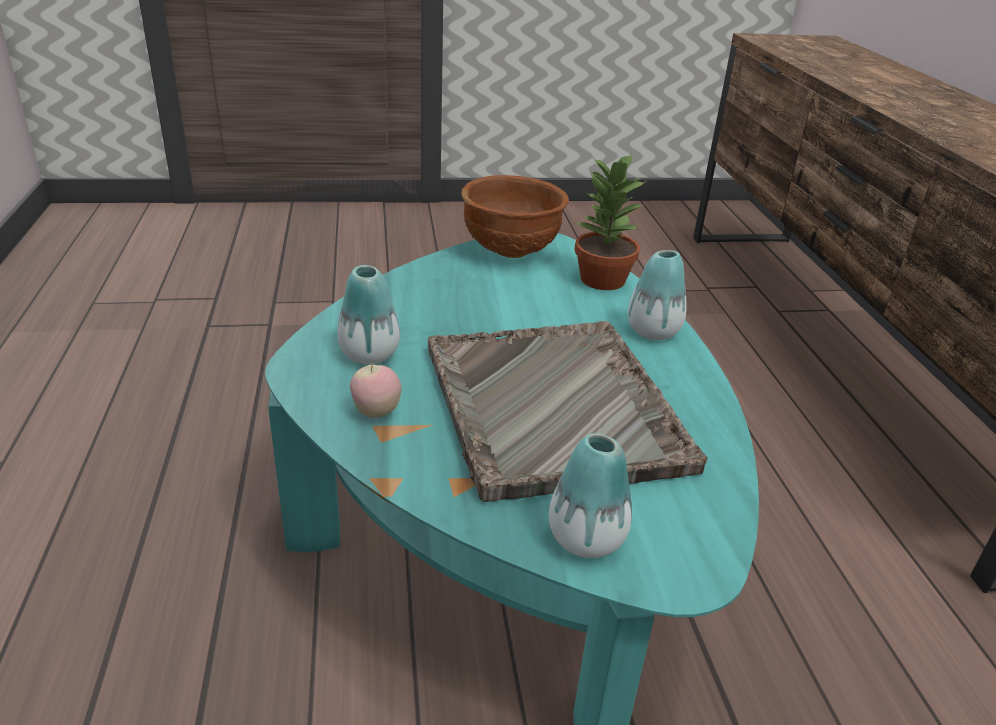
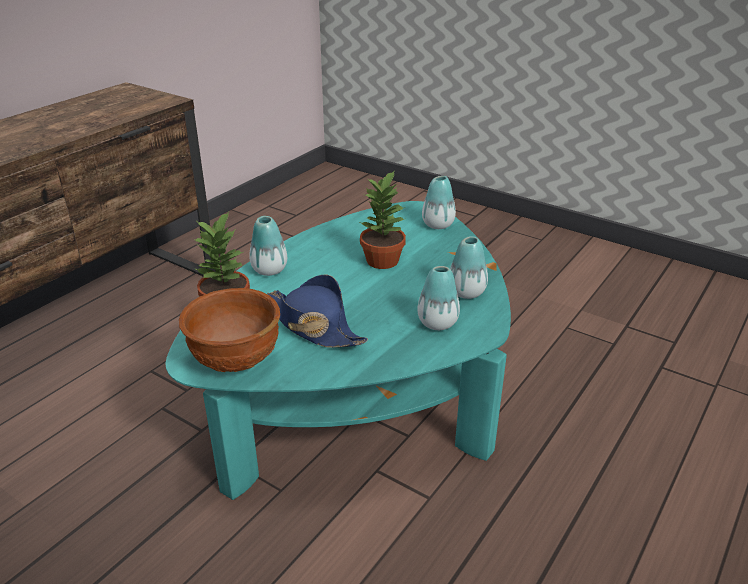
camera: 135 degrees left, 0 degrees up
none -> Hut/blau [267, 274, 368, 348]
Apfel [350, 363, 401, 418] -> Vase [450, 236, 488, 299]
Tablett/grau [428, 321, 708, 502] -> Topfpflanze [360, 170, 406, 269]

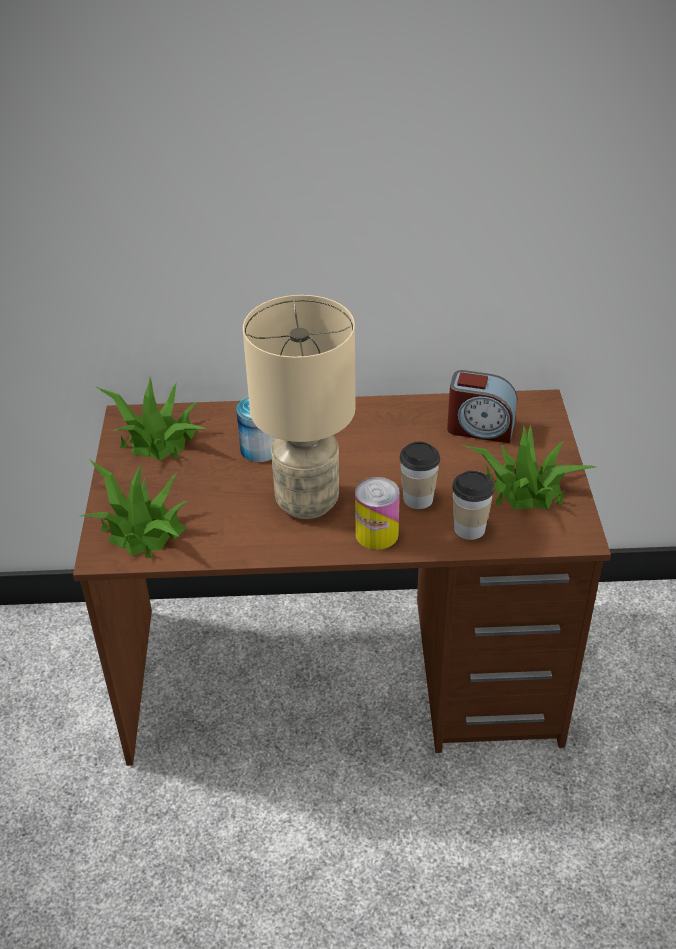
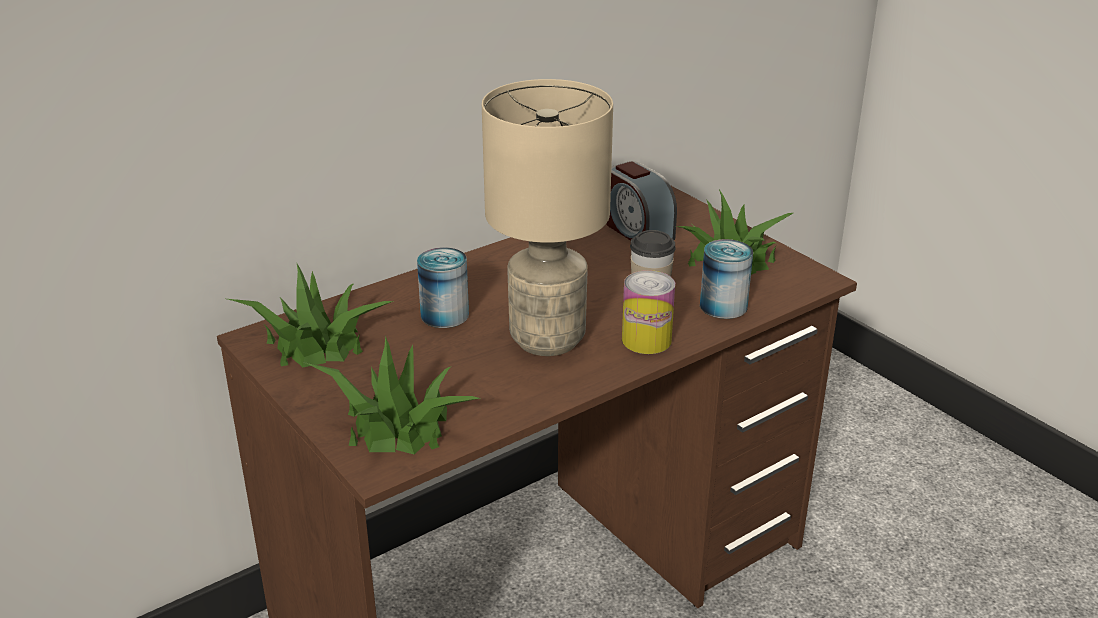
camera: 35 degrees left, 10 degrees down
Tasse [452, 471, 494, 540] -> Dose [700, 239, 753, 319]
Wecker [447, 370, 517, 443] -> Wecker [606, 161, 677, 241], 75 degrees clockwise

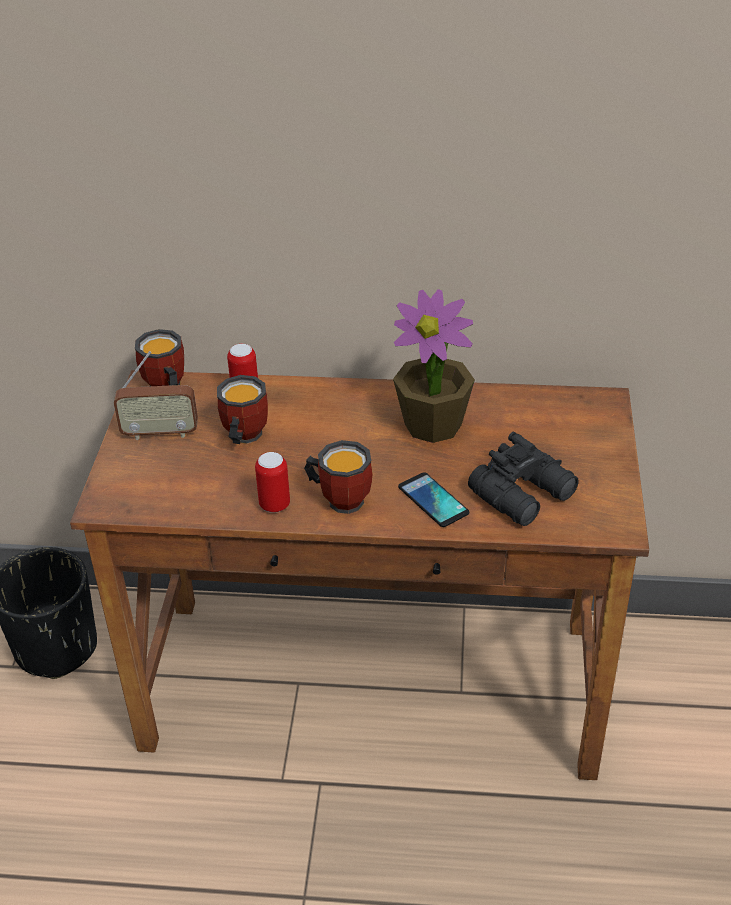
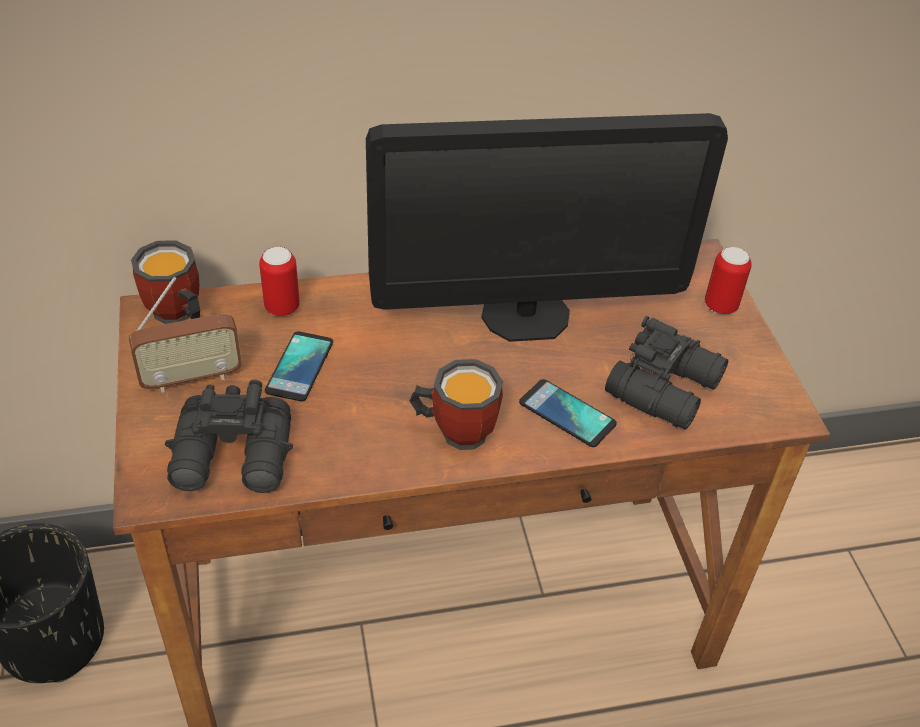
camera: 20 degrees left, 5 degrees up
none -> Fernglas/schwarz [165, 379, 293, 493]
Dose [255, 452, 290, 513] -> Dose [705, 247, 751, 315], moved
Henkelbecher [217, 375, 268, 444] -> Handy [265, 331, 333, 401]
Topfpflanze [393, 289, 475, 443] -> Monitor [366, 113, 728, 342]

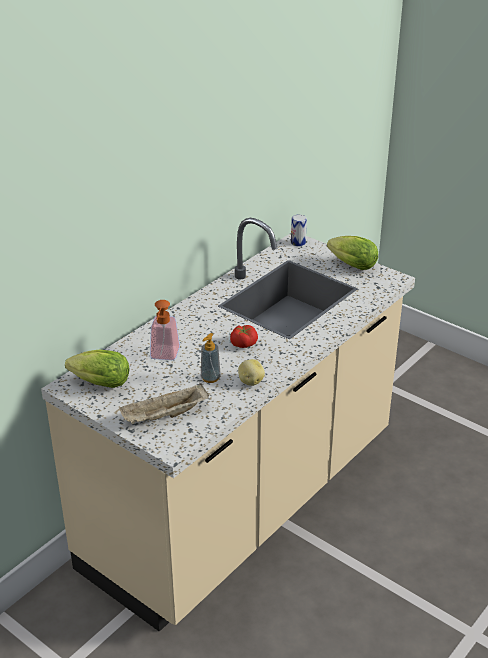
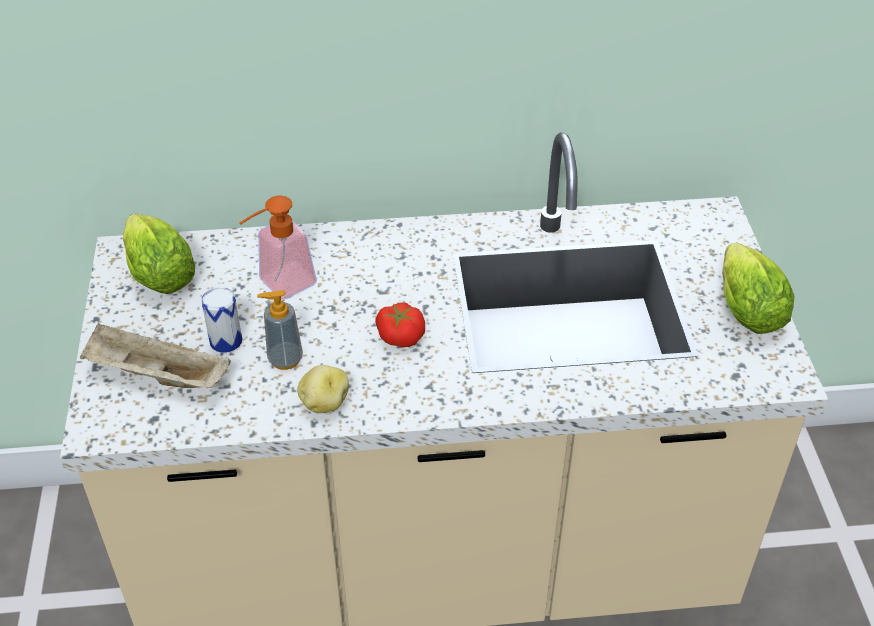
camera: 45 degrees right, 10 degrees up
Dose [291, 215, 307, 246] -> Dose [201, 287, 242, 353], moved

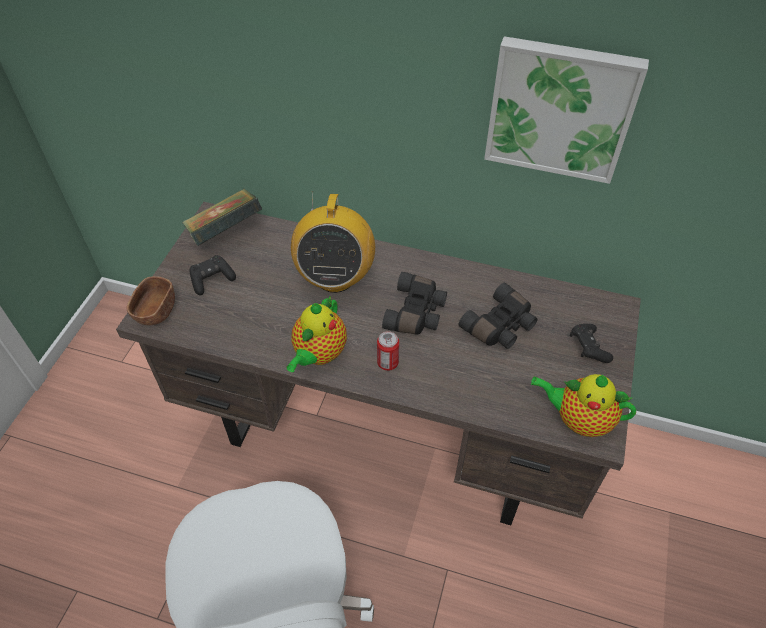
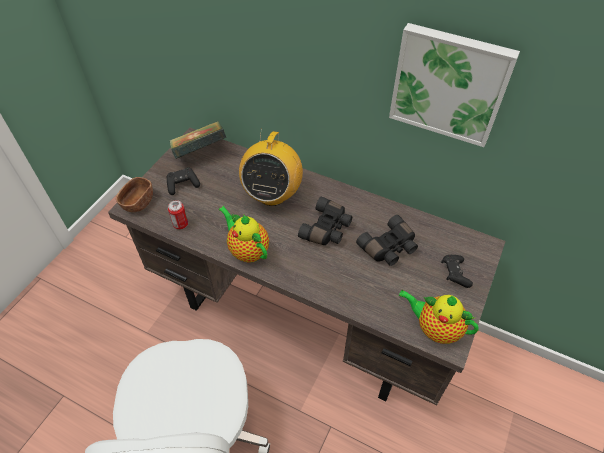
camera: 10 degrees right, 0 degrees up
Dose [377, 331, 399, 371] -> Dose [168, 200, 188, 229], moved
Teekanne [286, 296, 347, 372] -> Teekanne [218, 206, 269, 263], 105 degrees clockwise

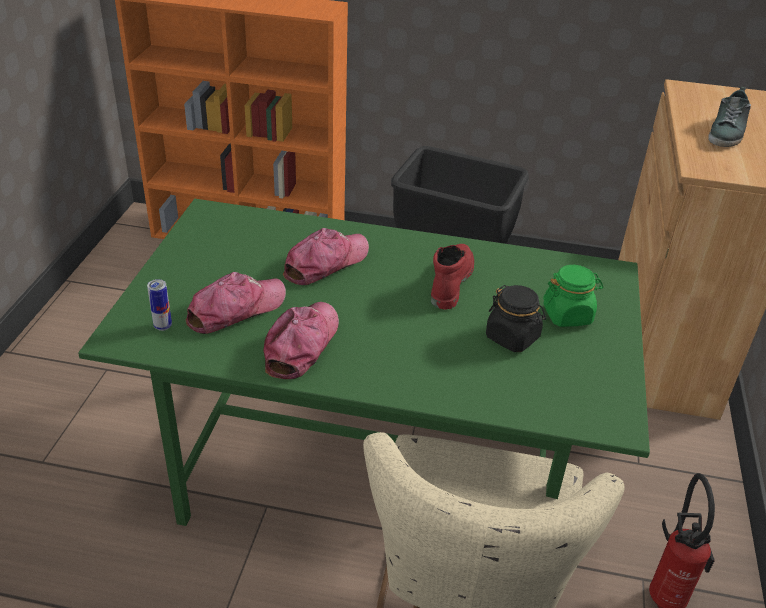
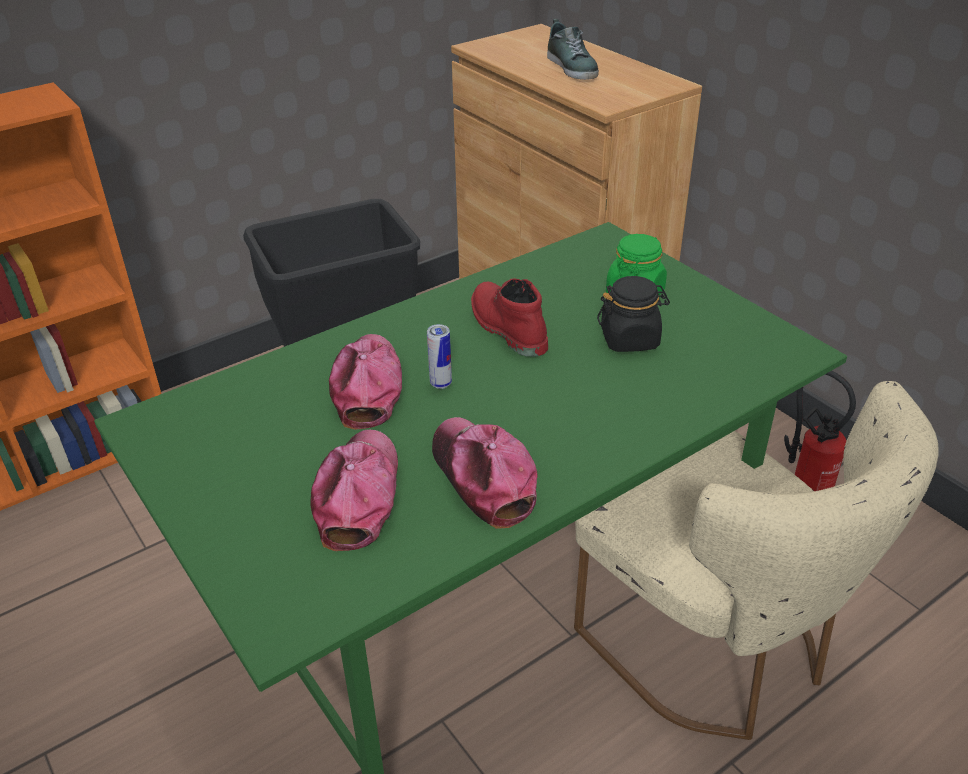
camera: 45 degrees left, 0 degrees up
Dose [147, 279, 172, 331] -> Dose [427, 324, 452, 389], moved

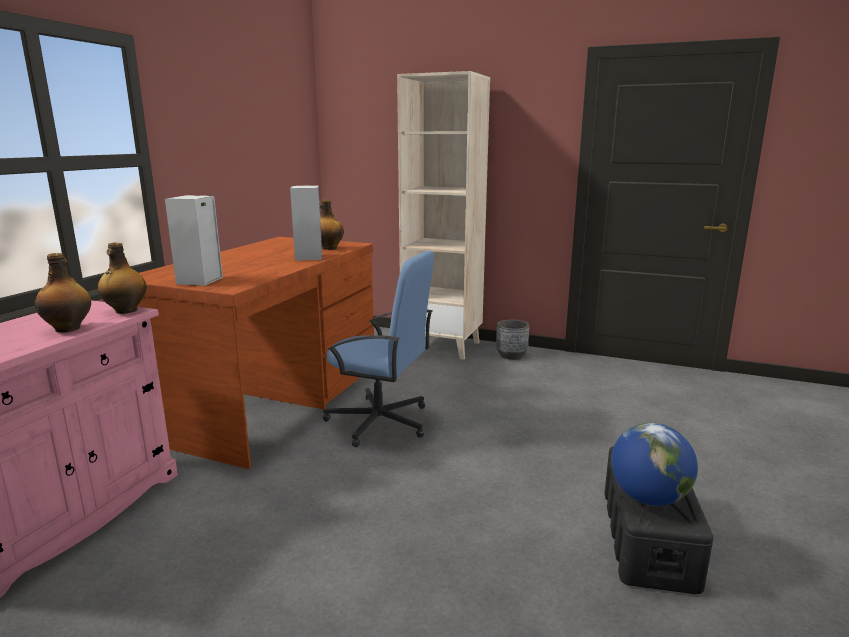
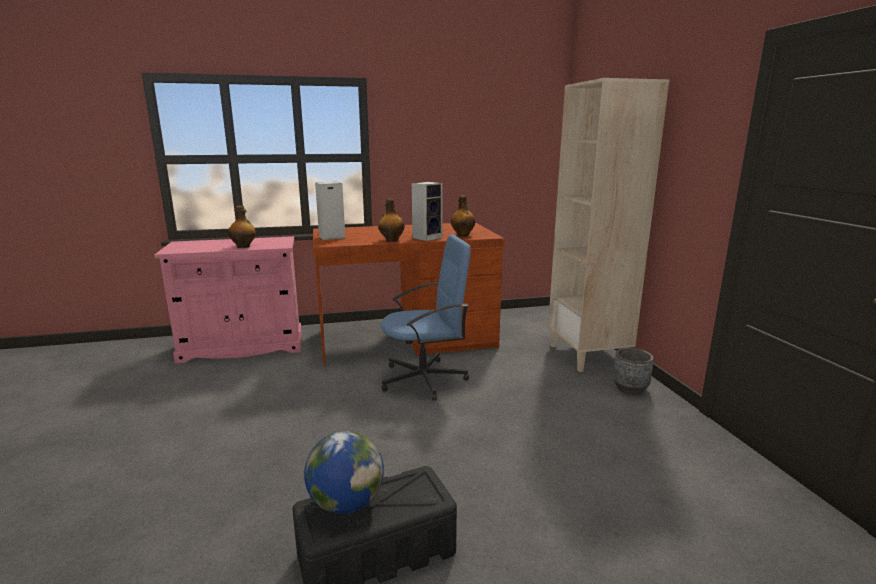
camera: 55 degrees right, 0 degrees up
Flasche [98, 243, 147, 314] -> Flasche [378, 199, 405, 242], moved
Bürostuhl/blau [323, 251, 434, 447] -> Bürostuhl/blau [381, 234, 471, 401], 90 degrees counterclockwise

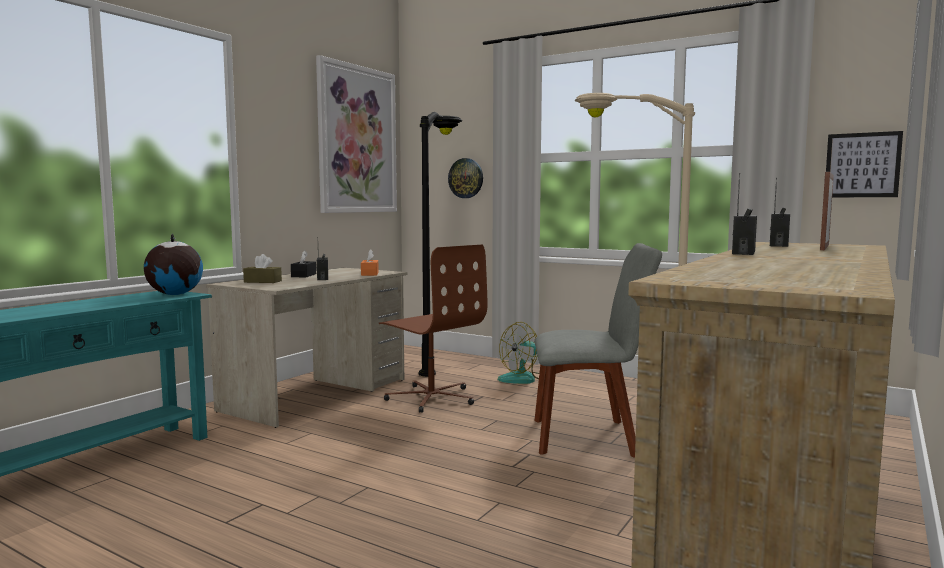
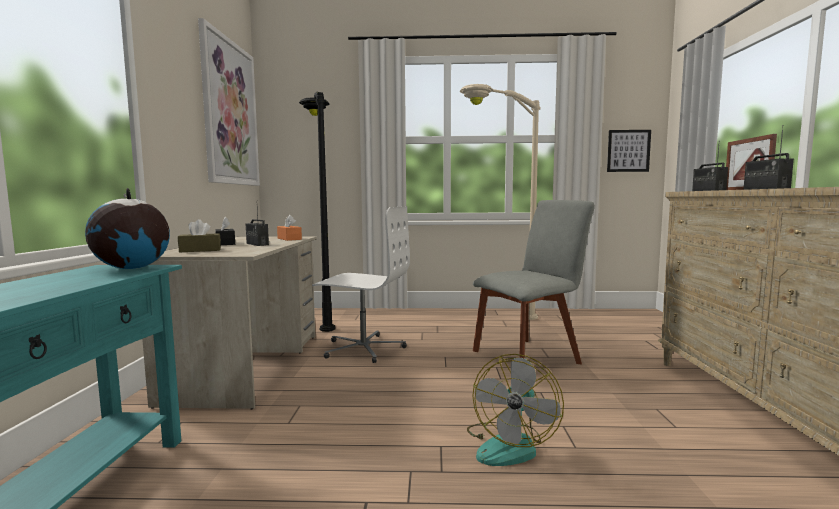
camera: 30 degrees left, 0 degrees up
Wanduhr [448, 158, 483, 198] -> none
Ventilator [498, 322, 539, 384] -> Ventilator [467, 354, 564, 466], moved
Bürostuhl/braun [379, 244, 487, 413] -> Bürostuhl/weiß [312, 206, 410, 363]

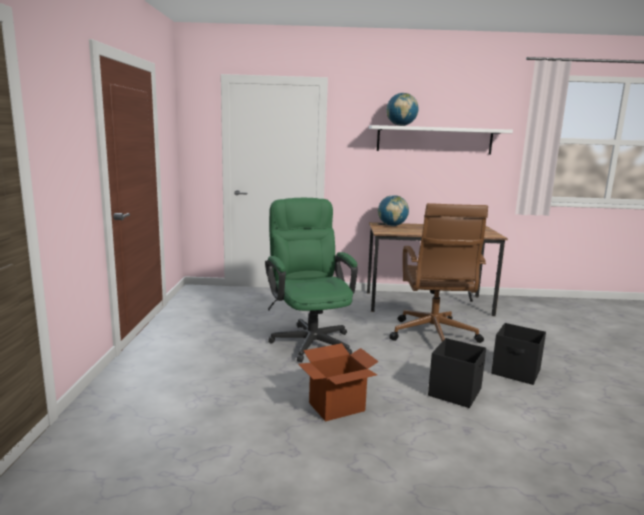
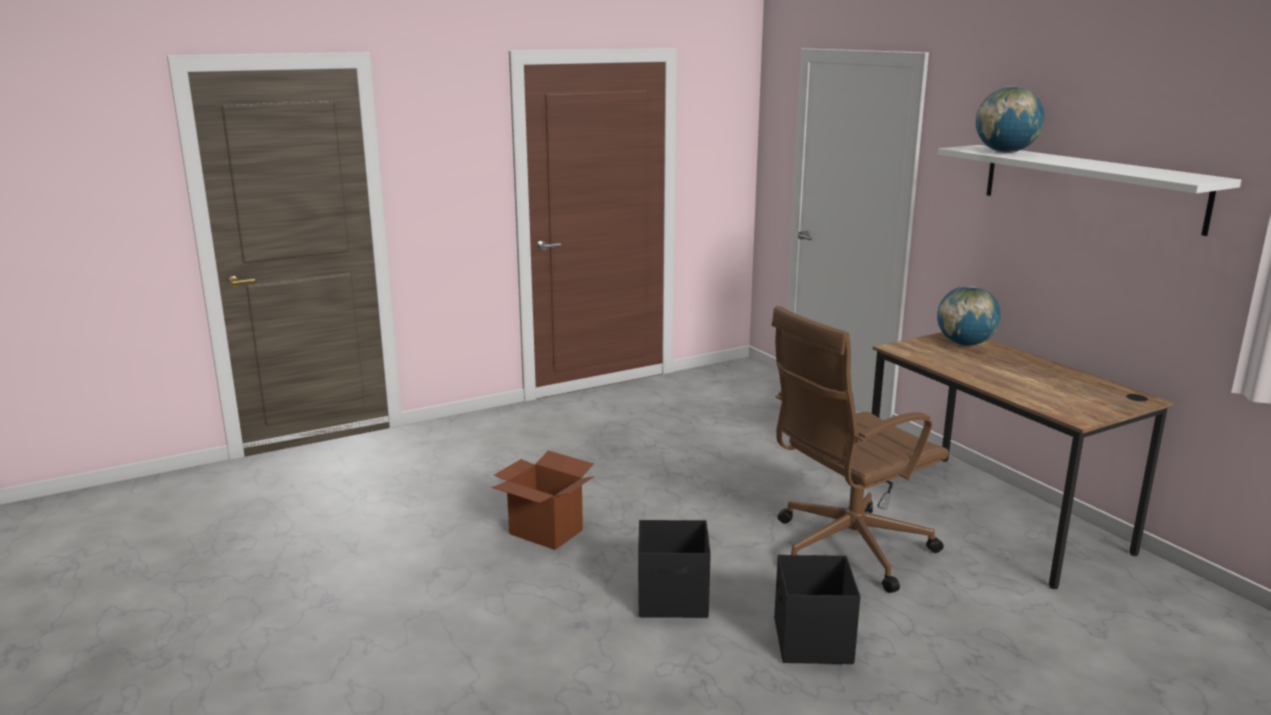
camera: 60 degrees right, 5 degrees up
Bürostuhl/grün [265, 198, 358, 362] -> none

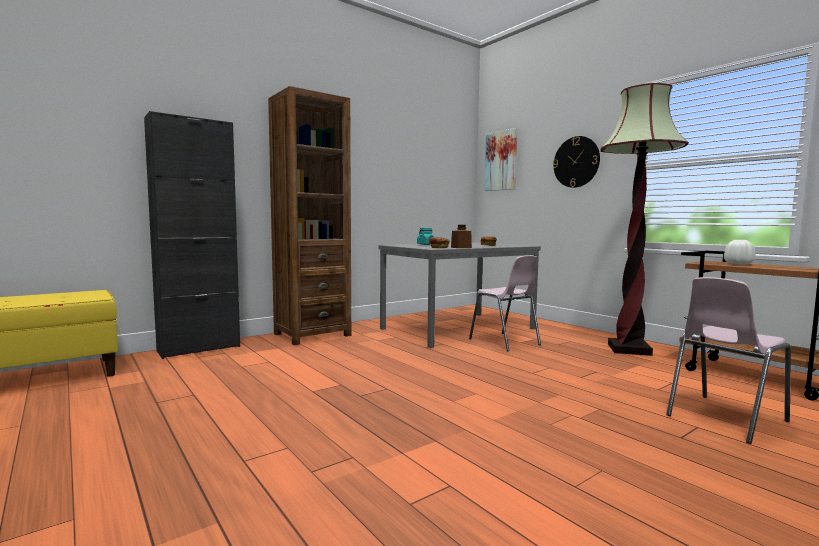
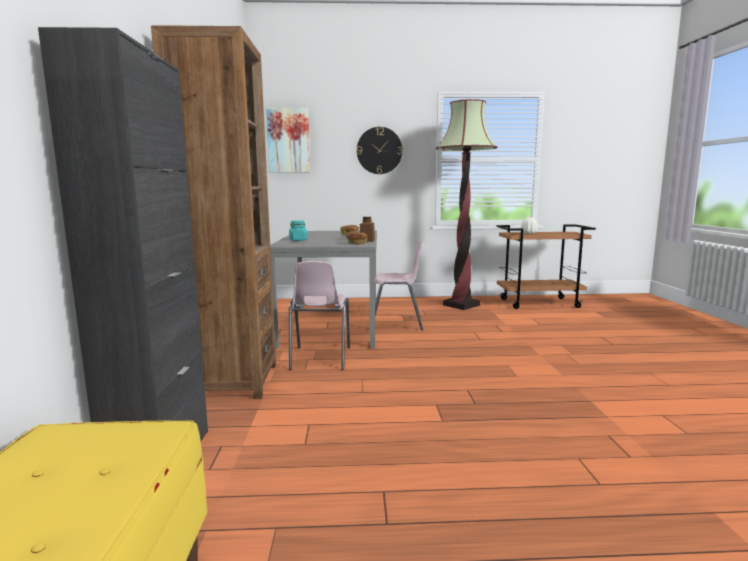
camera: 55 degrees left, 5 degrees up
Stuhl/rosa [666, 277, 791, 444] -> Stuhl/rosa [289, 261, 350, 370], moved

